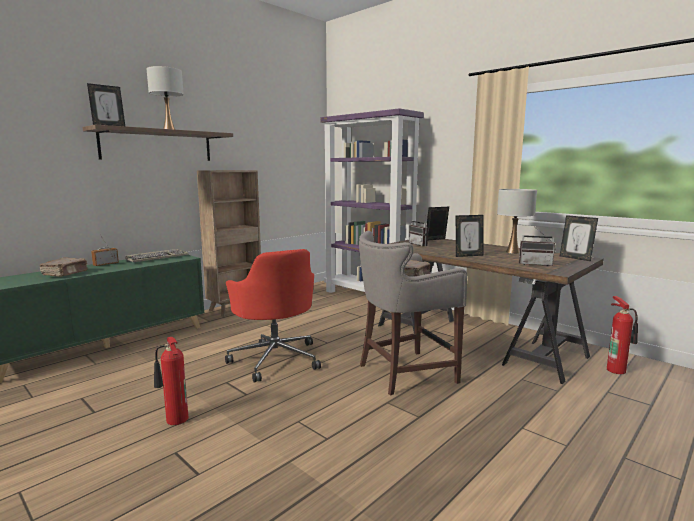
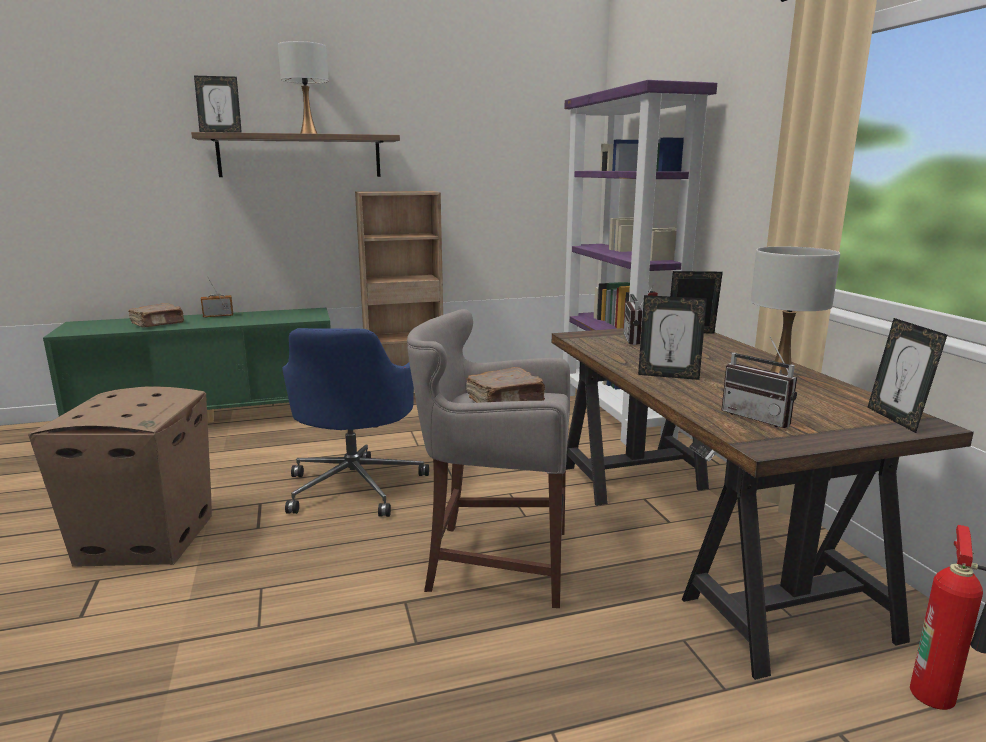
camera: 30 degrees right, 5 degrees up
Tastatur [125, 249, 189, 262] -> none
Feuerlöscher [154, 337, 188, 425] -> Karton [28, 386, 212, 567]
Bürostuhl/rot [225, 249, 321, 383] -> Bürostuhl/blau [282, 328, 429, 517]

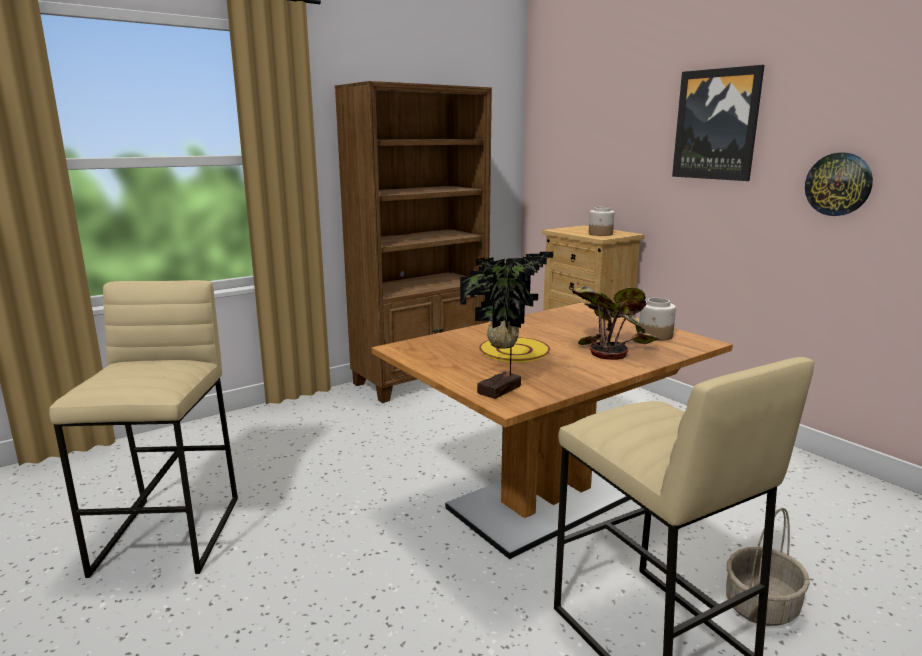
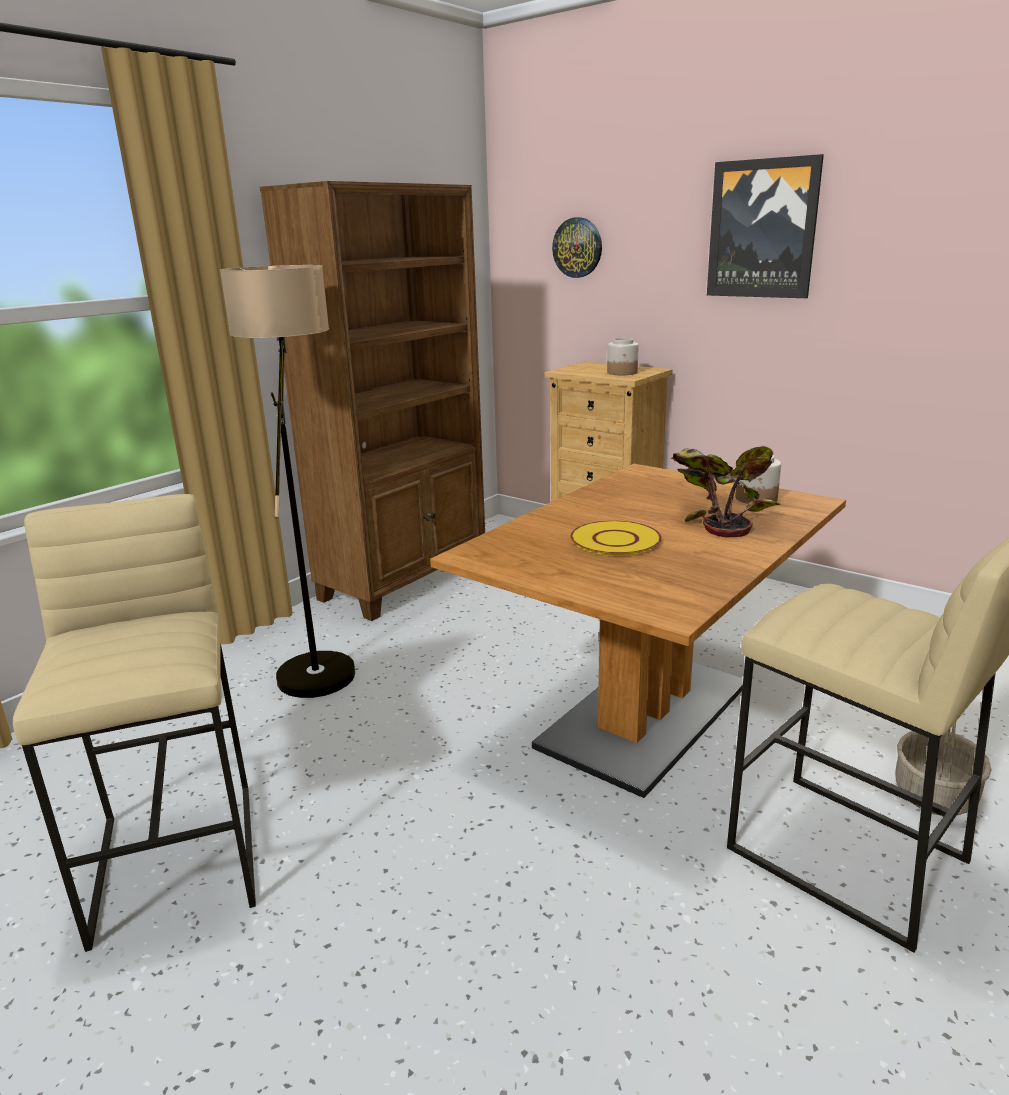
camera: 15 degrees left, 5 degrees up
Topfpflanze [460, 252, 553, 399] -> none
none -> Stehlampe [220, 265, 355, 698]
Wanduhr [805, 153, 873, 216] -> Wanduhr [552, 217, 602, 278], moved

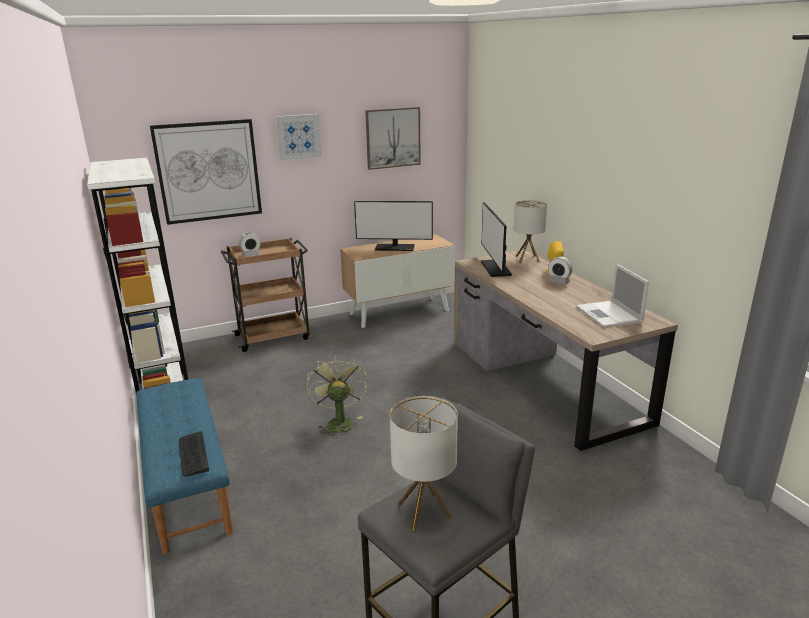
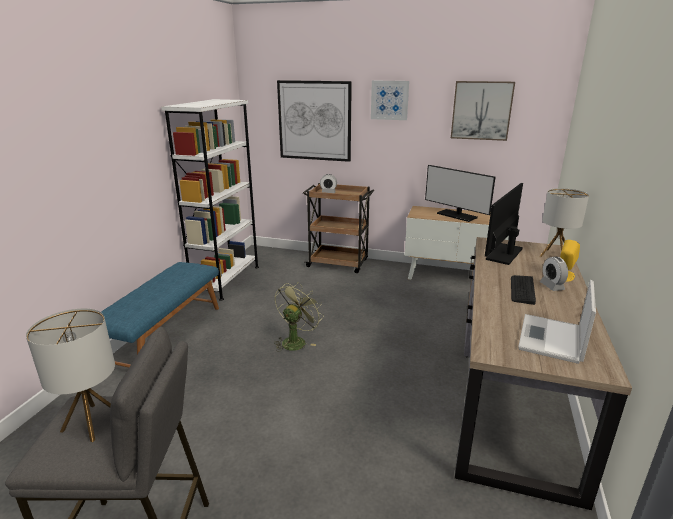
camera: 40 degrees right, 0 degrees up
Tastatur [179, 431, 209, 477] -> Tastatur [511, 275, 536, 305], moved

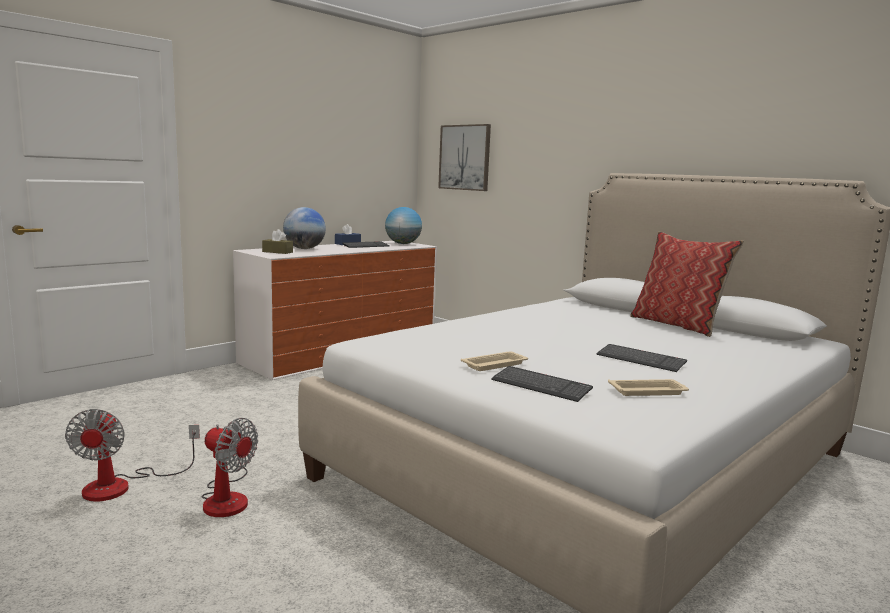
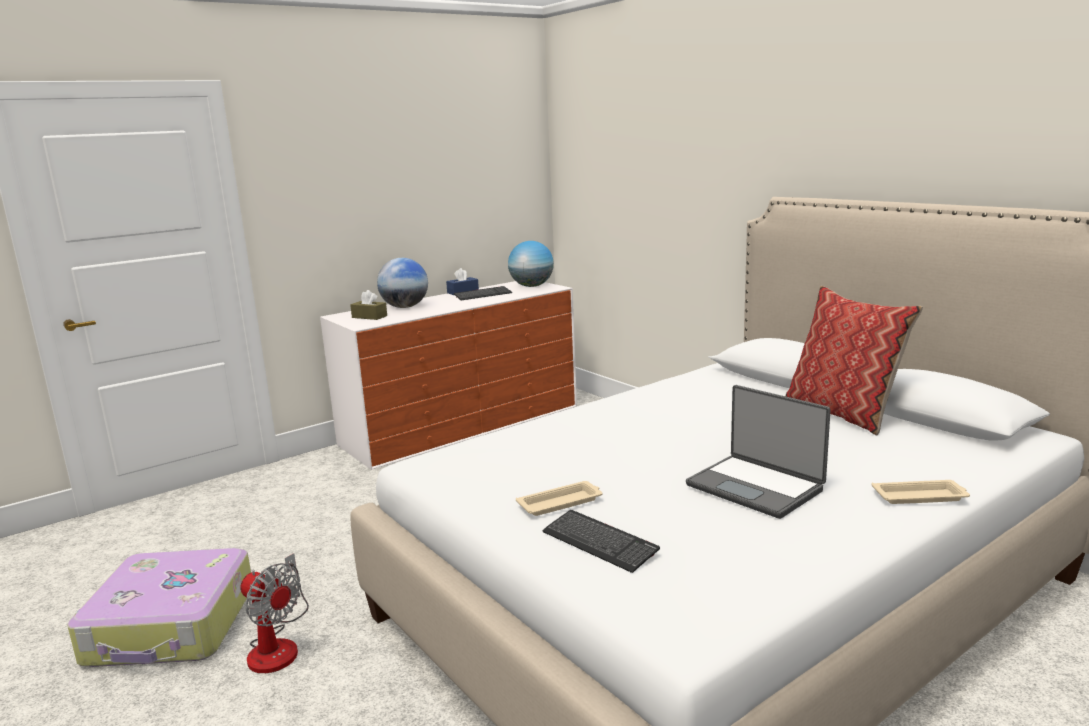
camera: 10 degrees right, 5 degrees up
Bild [438, 124, 491, 191] -> none
Tablett/beige [608, 379, 689, 396] -> Tablett/beige [871, 480, 970, 504], moved
Ventilator [65, 409, 200, 502] -> Koffer [67, 548, 251, 667]
Tastatur [597, 344, 687, 372] -> Laptop [686, 385, 831, 519]

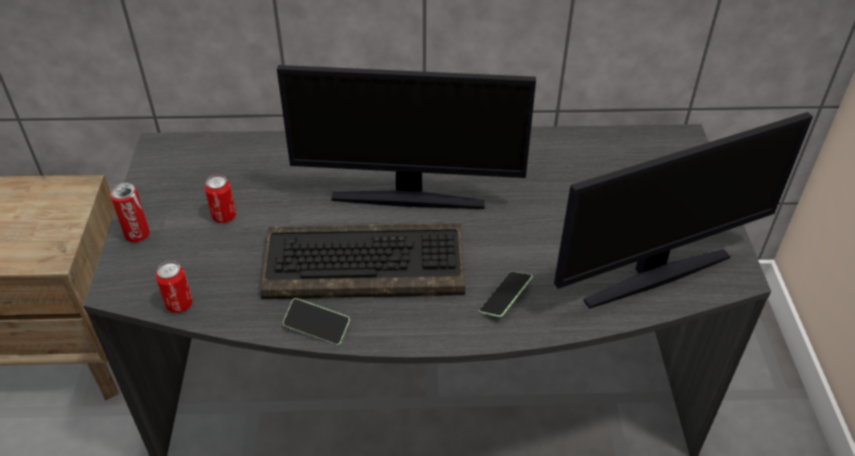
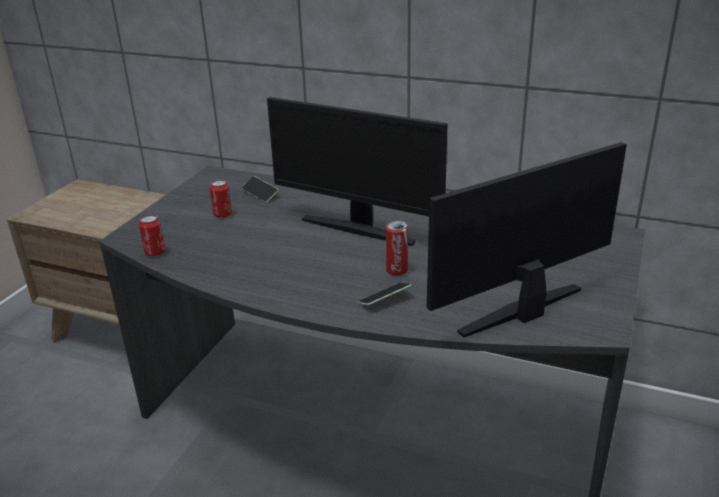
camera: 25 degrees right, 15 degrees down
Tastatur [261, 223, 465, 299] -> none
Dose [110, 182, 150, 242] -> Dose [386, 220, 408, 276], moved
Handy [283, 298, 350, 345] -> Handy [241, 176, 279, 203], moved
Monitor [554, 112, 813, 309] -> Monitor [427, 142, 627, 338], 150 degrees clockwise

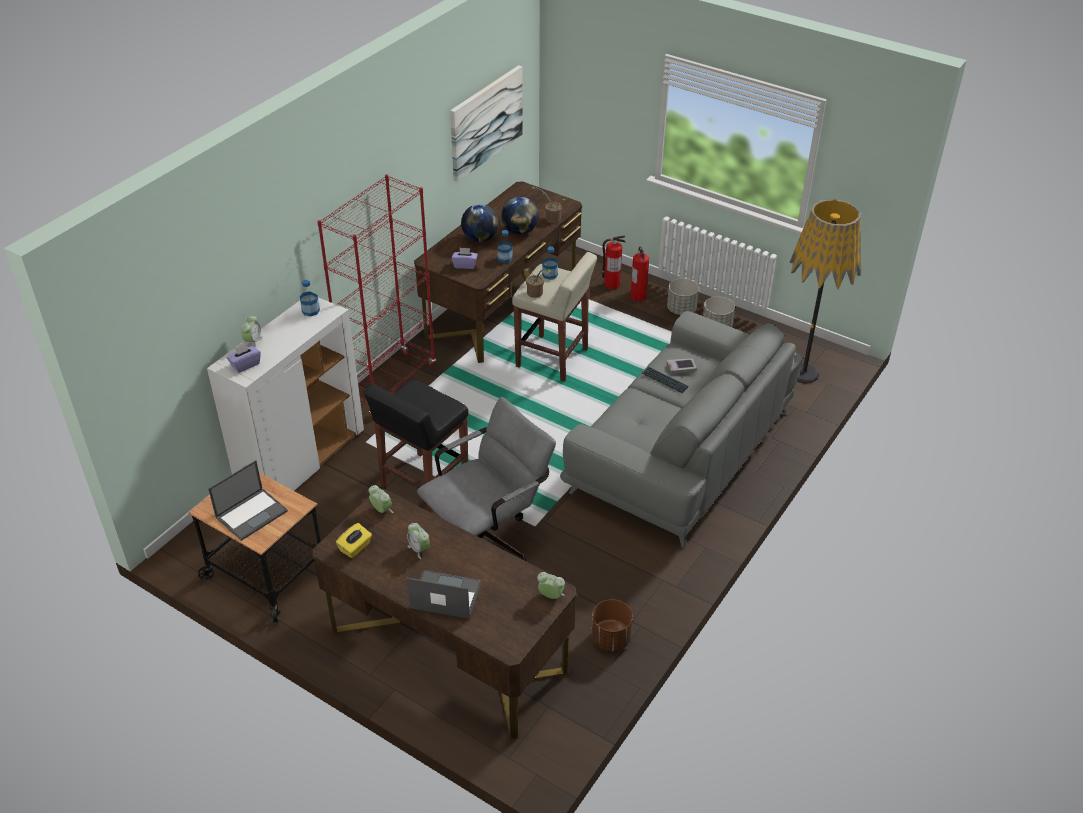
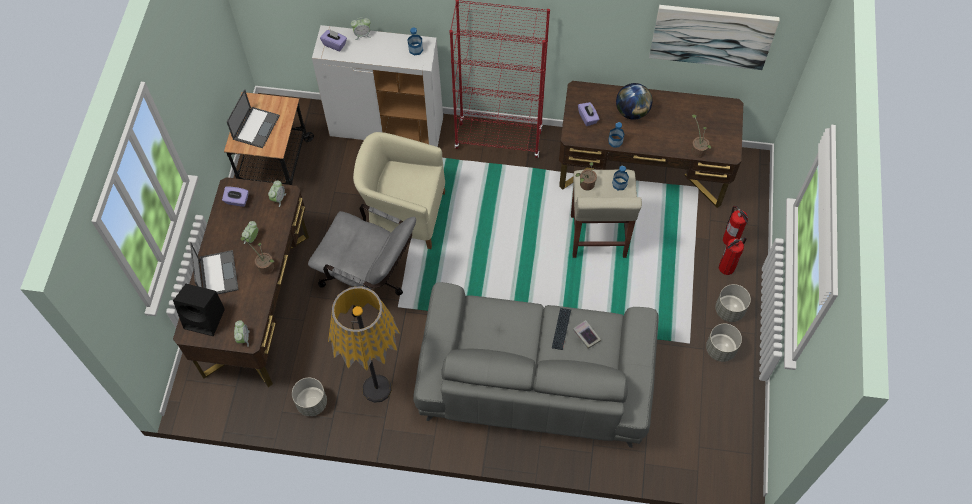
camera: 65 degrees right, 20 degrees up
Globus [501, 197, 539, 235] -> none
none -> Lautsprecher/schwarz [173, 284, 225, 336]
none -> Topfpflanze [240, 237, 275, 275]
Stehlampe [789, 199, 861, 384] -> Stehlampe [328, 286, 400, 403], moved
Hocker/schwarz [364, 380, 468, 513] -> Sessel/beige [353, 132, 445, 249]
Taschentuchbox/gelb [336, 523, 372, 558] -> Taschentuchbox/lila [222, 186, 248, 207]
Pflanzkübel/braun [591, 599, 633, 651] -> Pflanzkübel/grau [292, 378, 327, 416]
Laptop [208, 460, 288, 541] -> Laptop [227, 89, 280, 148], 90 degrees counterclockwise

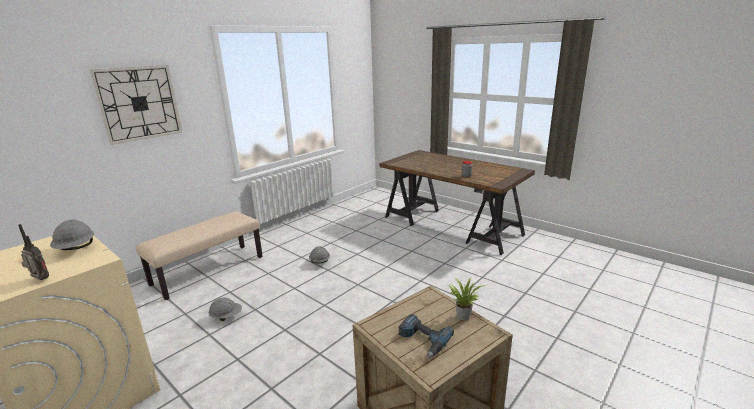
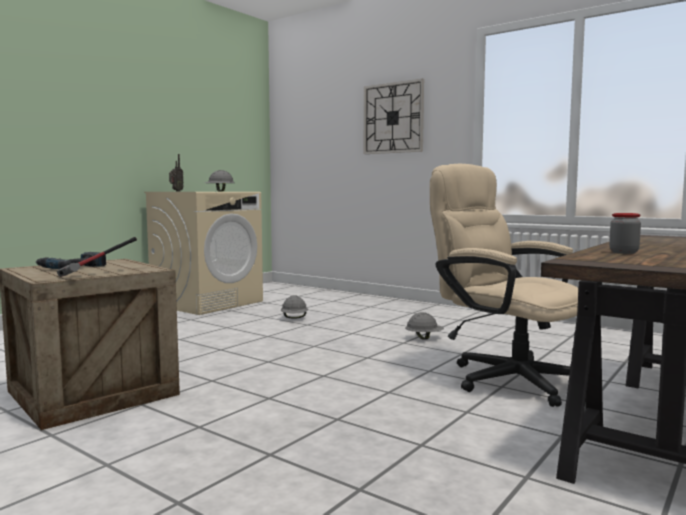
camera: 85 degrees right, 15 degrees down
Bank/beige [136, 211, 263, 300] -> none
none -> Bürostuhl/beige [430, 164, 579, 407]
Topfpflanze [449, 277, 485, 320] -> Hammer [57, 237, 137, 277]

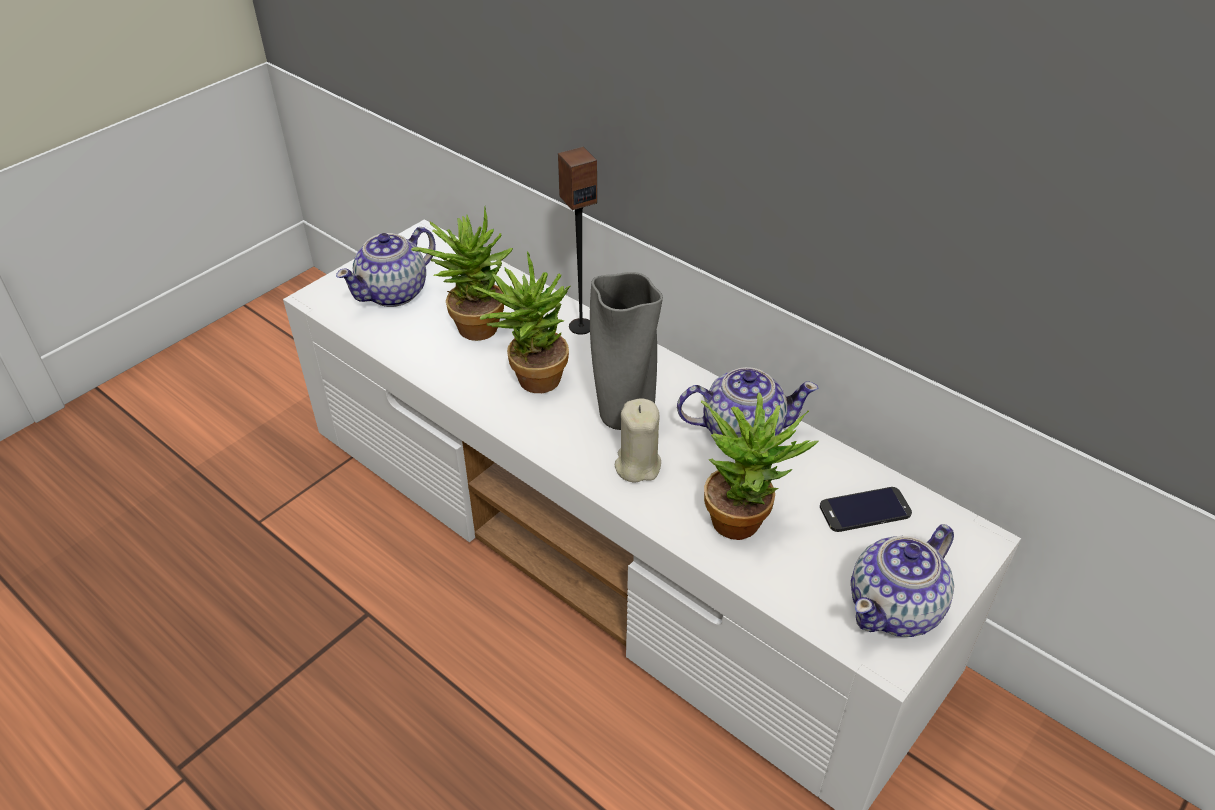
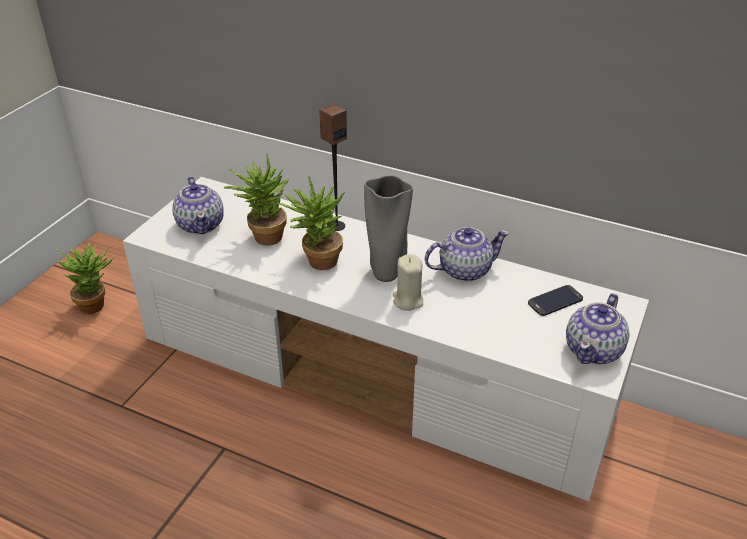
camera: 15 degrees left, 5 degrees down
Topfpflanze [701, 392, 819, 540] -> Topfpflanze [56, 243, 114, 314], moved
Teekanne [336, 227, 436, 307] -> Teekanne [172, 177, 224, 235], 45 degrees counterclockwise

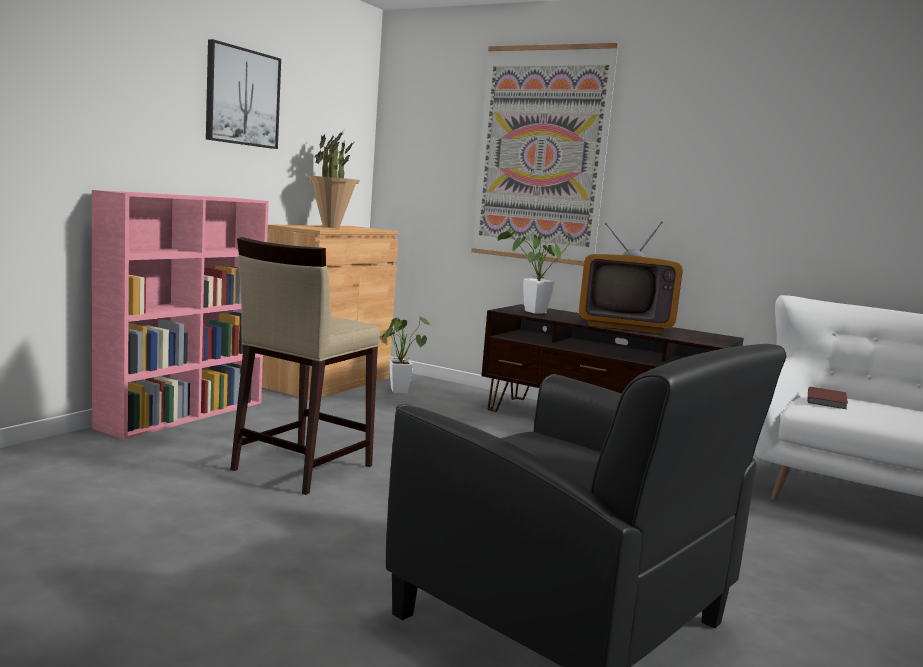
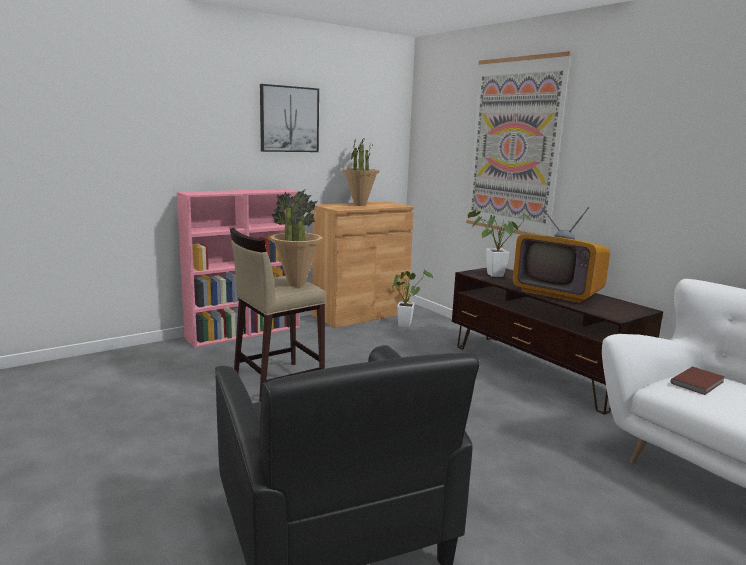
camera: 25 degrees right, 5 degrees up
none -> Topfpflanze [270, 190, 323, 287]

